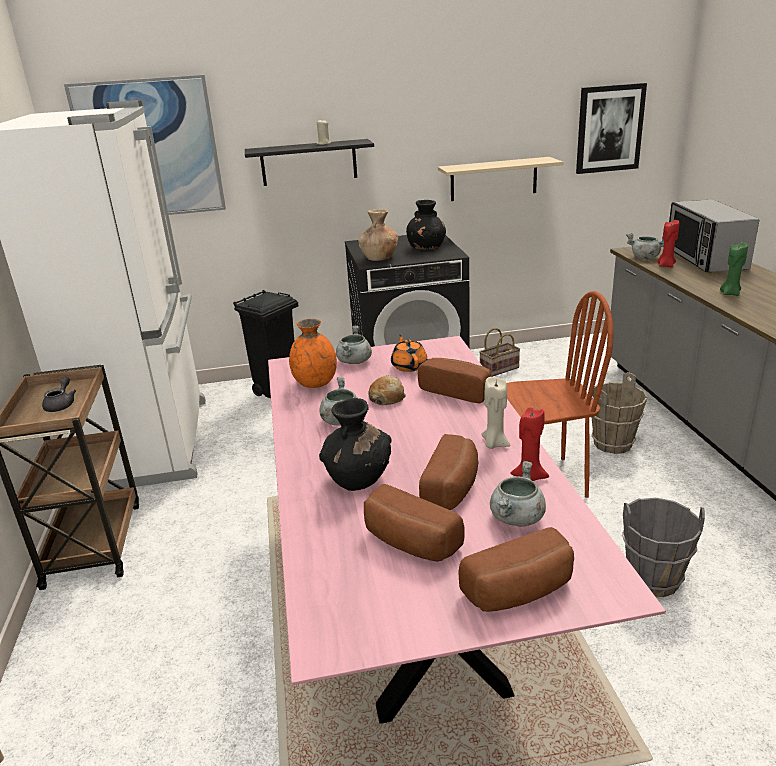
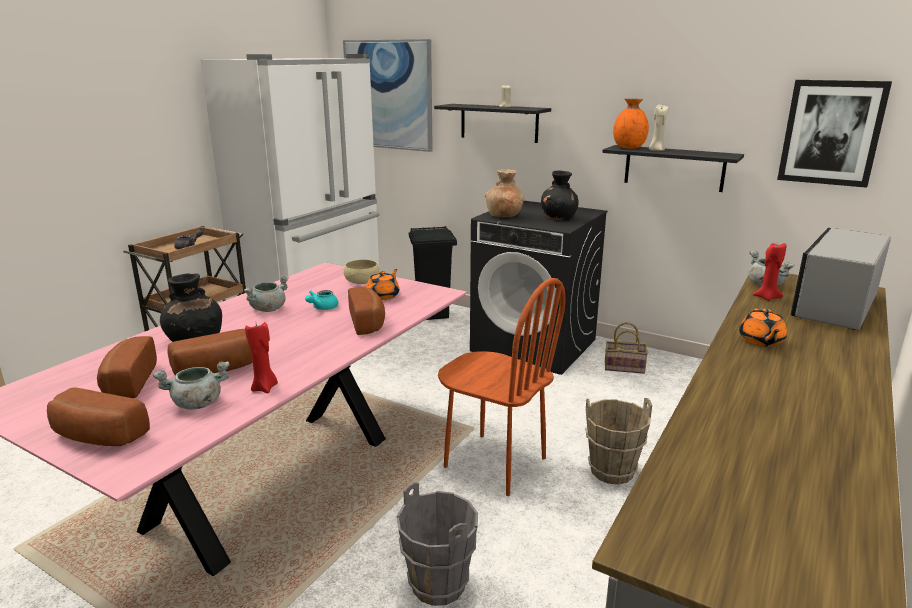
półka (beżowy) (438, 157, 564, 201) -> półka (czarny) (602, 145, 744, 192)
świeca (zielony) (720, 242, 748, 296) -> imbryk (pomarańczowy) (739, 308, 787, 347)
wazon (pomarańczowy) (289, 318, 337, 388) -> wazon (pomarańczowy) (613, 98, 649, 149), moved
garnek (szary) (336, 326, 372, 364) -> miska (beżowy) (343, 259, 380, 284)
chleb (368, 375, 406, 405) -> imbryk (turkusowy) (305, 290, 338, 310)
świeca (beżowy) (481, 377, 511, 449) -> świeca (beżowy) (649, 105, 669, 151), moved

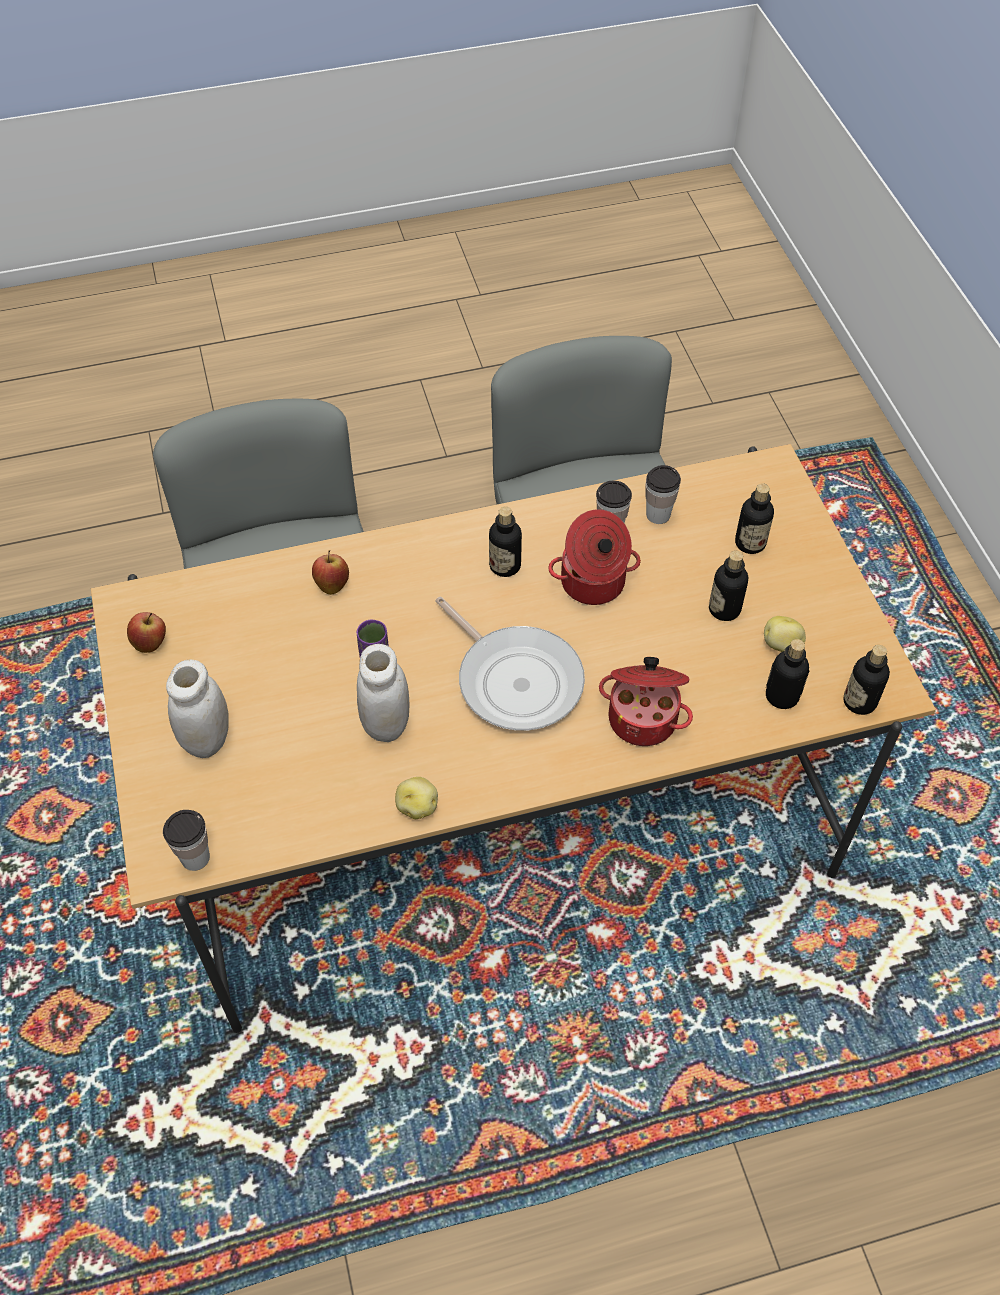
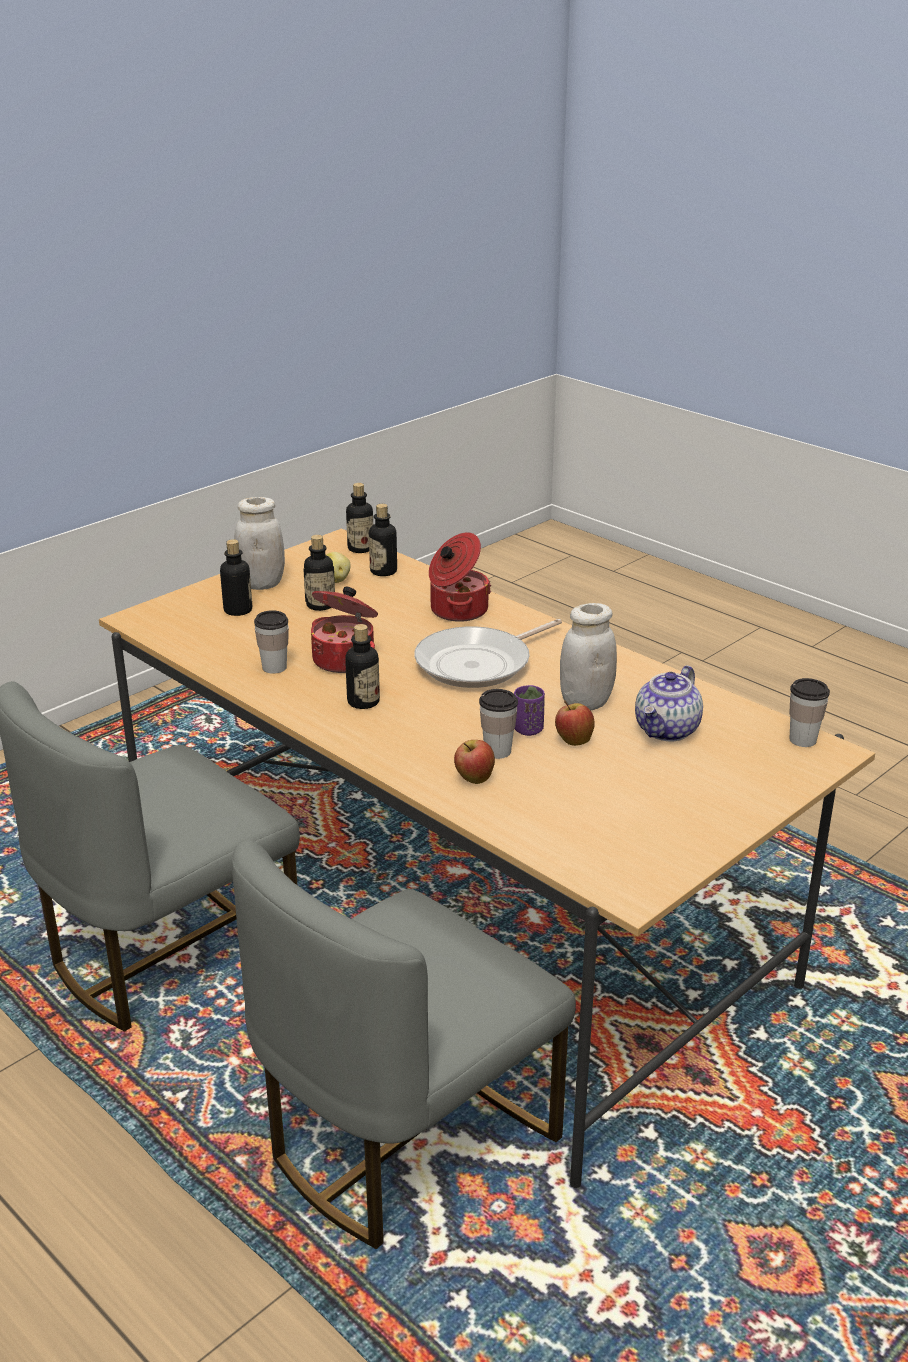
filiżanka (646, 465, 681, 524) -> filiżanka (479, 689, 518, 759), moved
patelnia (435, 597, 585, 731) -> patelnia (415, 619, 562, 688), 150 degrees counterclockwise
jabłko (127, 612, 166, 653) -> jabłko (555, 701, 595, 746), moved
słoik (biały) (166, 660, 229, 758) -> słoik (biały) (234, 497, 285, 590), moved
ziemniak (395, 777, 438, 819) -> none
none -> imbryk (635, 665, 703, 741)

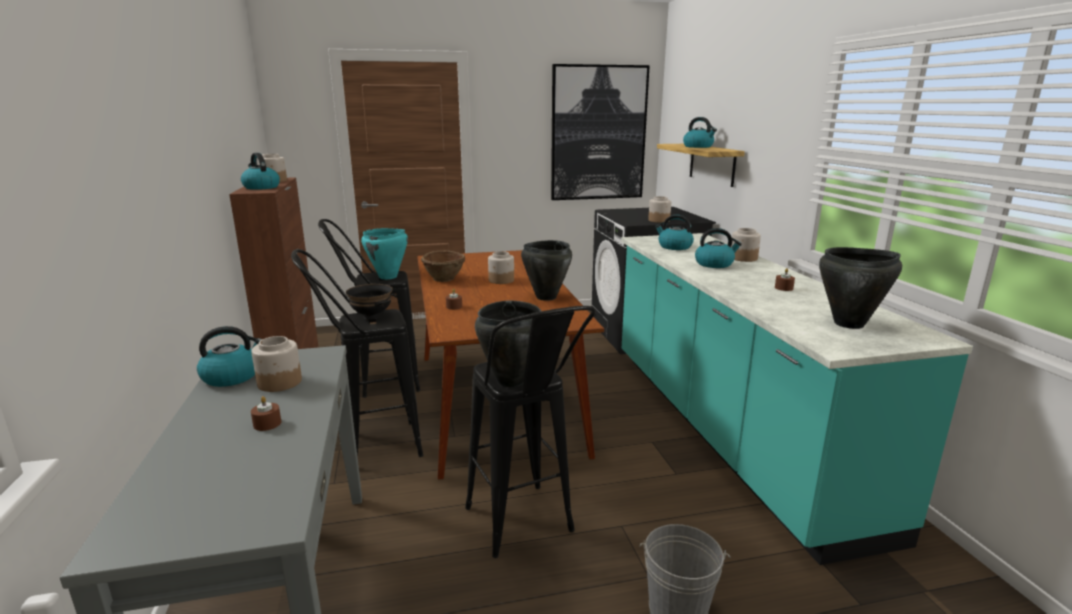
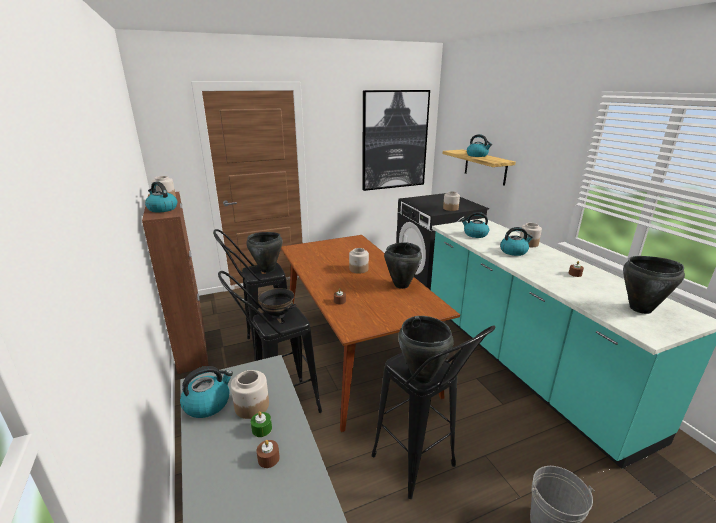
garnek (turkusowy) (361, 228, 408, 279) -> garnek (czarny) (246, 232, 283, 273)
miska (brązowy) (421, 251, 465, 282) -> none
none -> świeca (zielony) (251, 411, 272, 437)

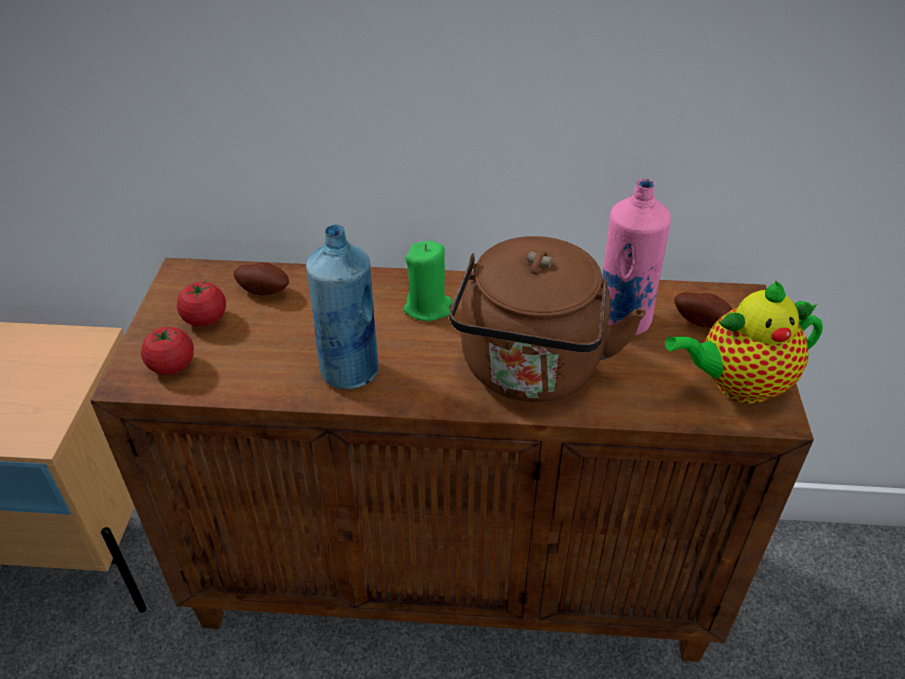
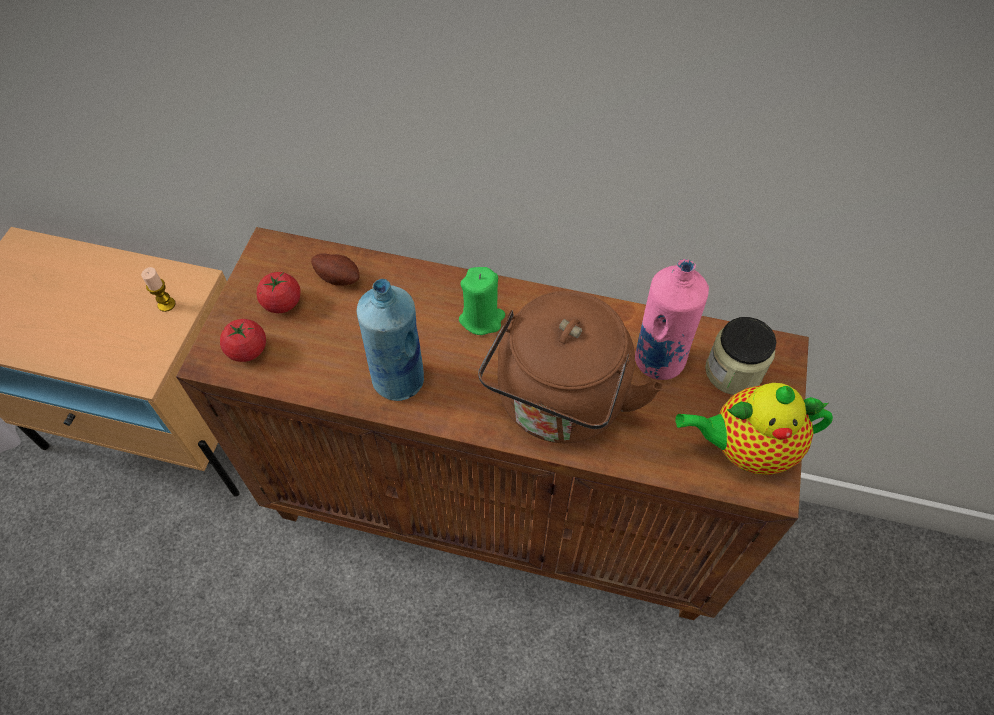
ziemniak (674, 292, 733, 328) -> słoik (705, 317, 776, 395)
none -> świeca (141, 267, 175, 312)

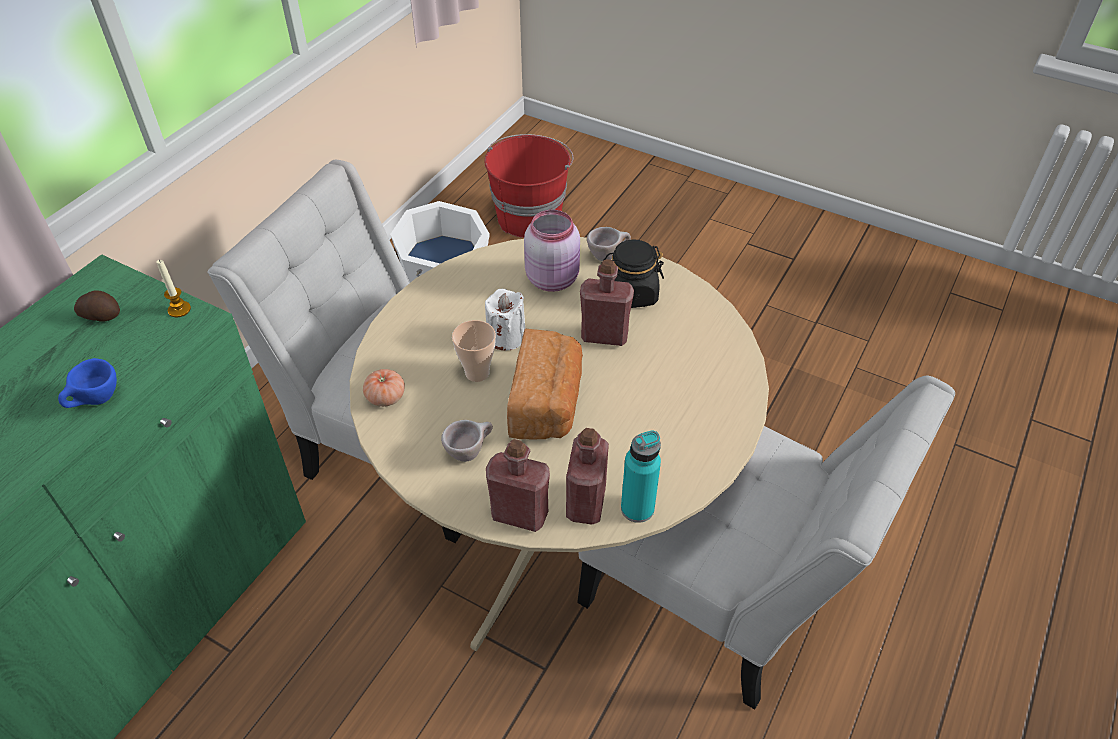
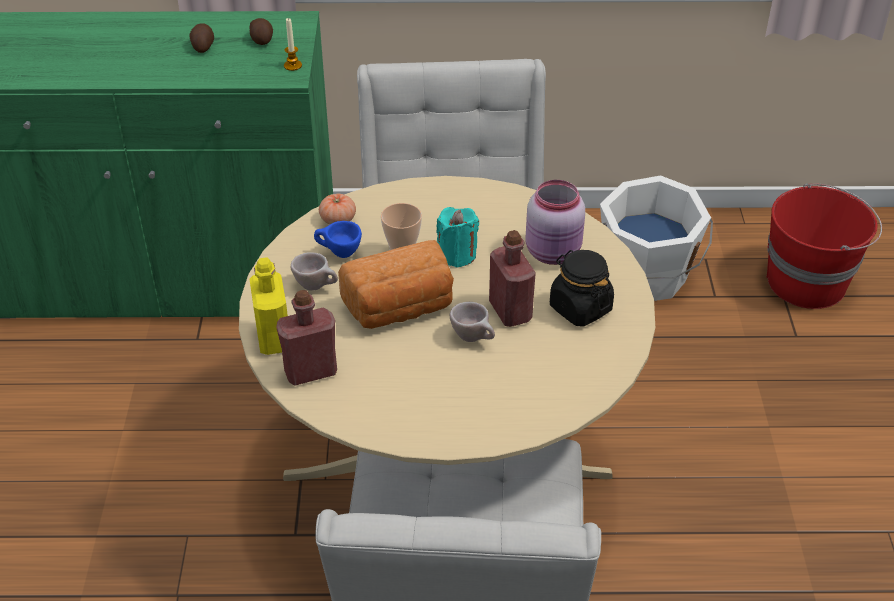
filiżanka (beżowy) (587, 227, 631, 261) -> filiżanka (beżowy) (449, 302, 495, 342), moved
świeca (biały) (485, 289, 525, 350) -> świeca (turkusowy) (436, 207, 479, 268)
filiżanka (niebieski) (58, 358, 117, 408) -> filiżanka (niebieski) (314, 221, 362, 258), moved
butelka (turkusowy) (621, 431, 661, 523) -> none
butelka (czerwony) (486, 439, 550, 532) -> butelka (żółty) (249, 257, 288, 355)
none -> ziemniak (189, 23, 214, 53)

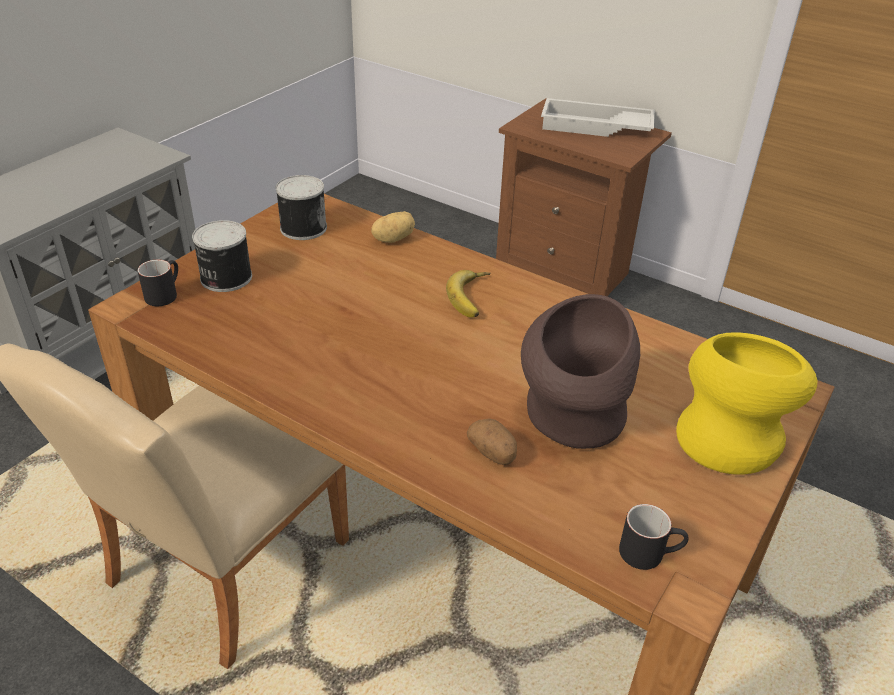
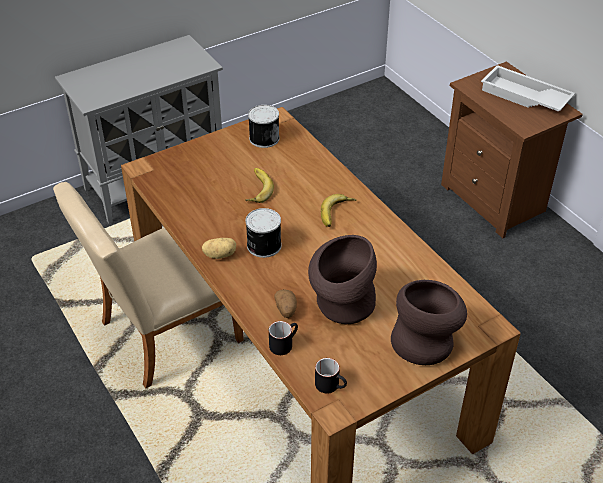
ziemniak (371, 211, 415, 243) -> ziemniak (202, 238, 236, 259), moved
puszka (192, 220, 252, 292) -> puszka (246, 208, 282, 258), moved
kubek (czarny) (137, 260, 178, 306) -> kubek (czarny) (269, 321, 298, 355), moved
wazon (żółty) (676, 332, 817, 475) -> wazon (brązowy) (391, 280, 467, 365)
none -> banan (245, 168, 274, 203)

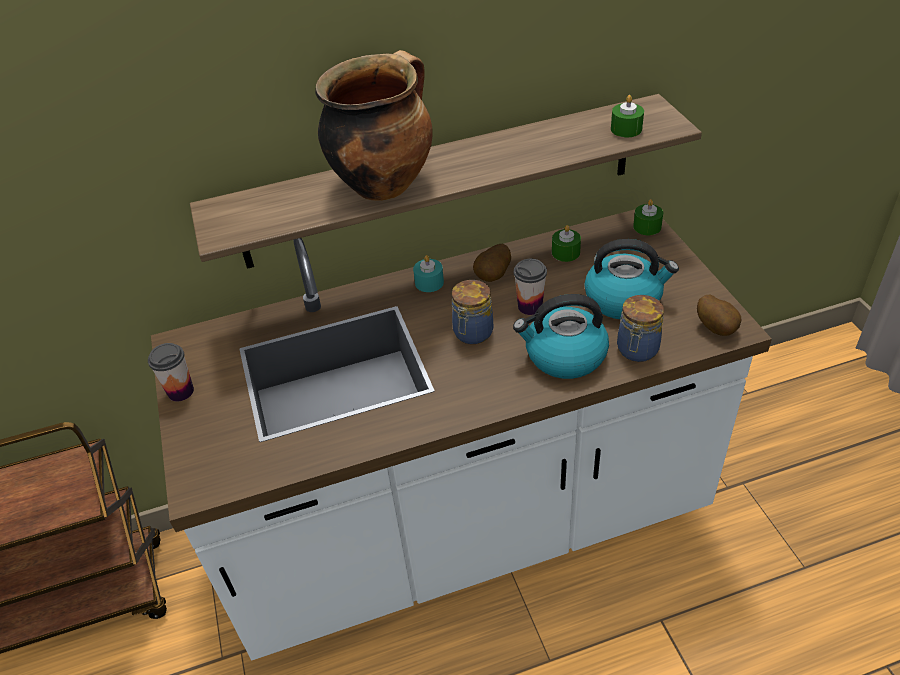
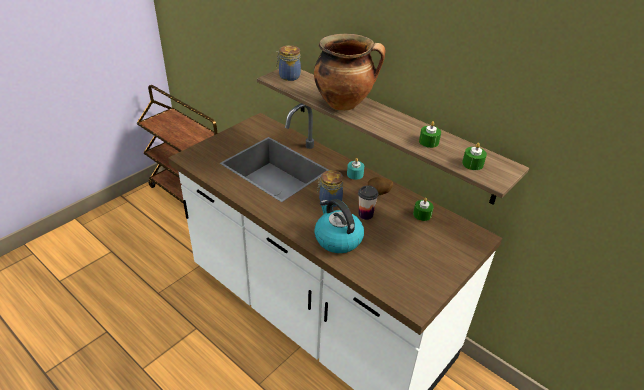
świeca (zielony) (633, 199, 663, 235) -> świeca (zielony) (419, 121, 441, 148), moved
czajnik (585, 239, 679, 319) -> none
słoik (617, 295, 664, 362) -> słoik (276, 45, 301, 81), moved
ziemniak (697, 295, 742, 336) -> none
filiżanka (148, 343, 194, 401) -> none

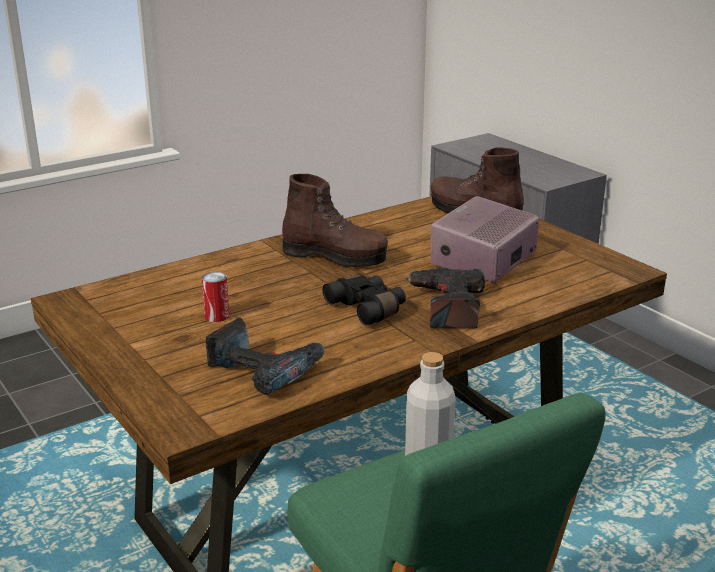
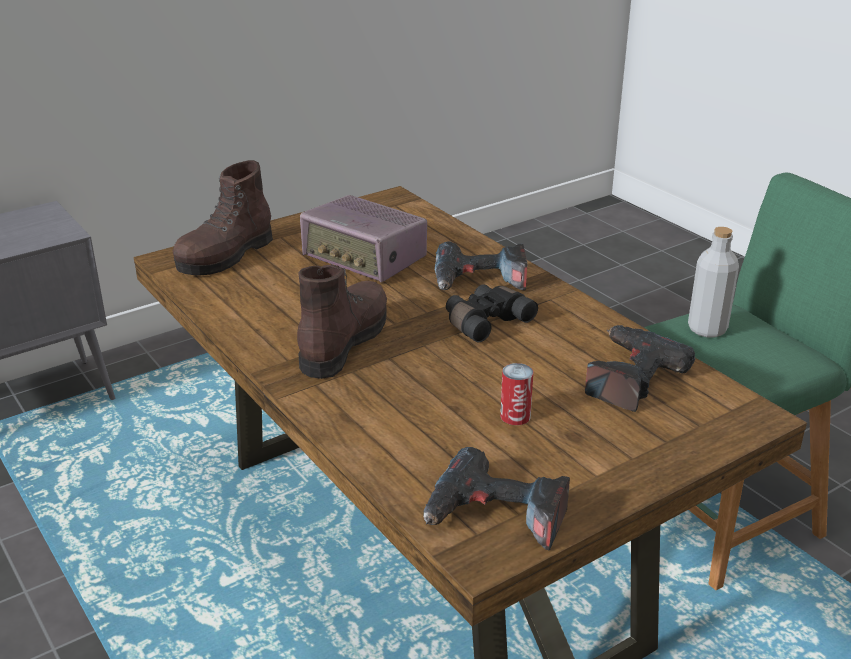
none -> wiertarka (424, 447, 570, 550)

